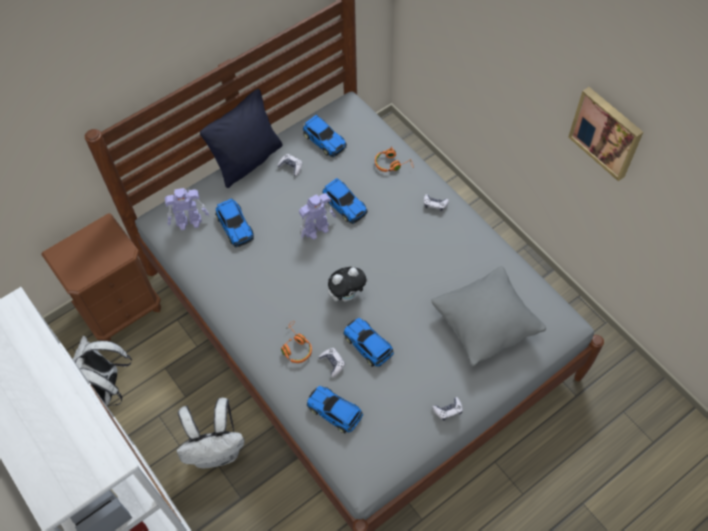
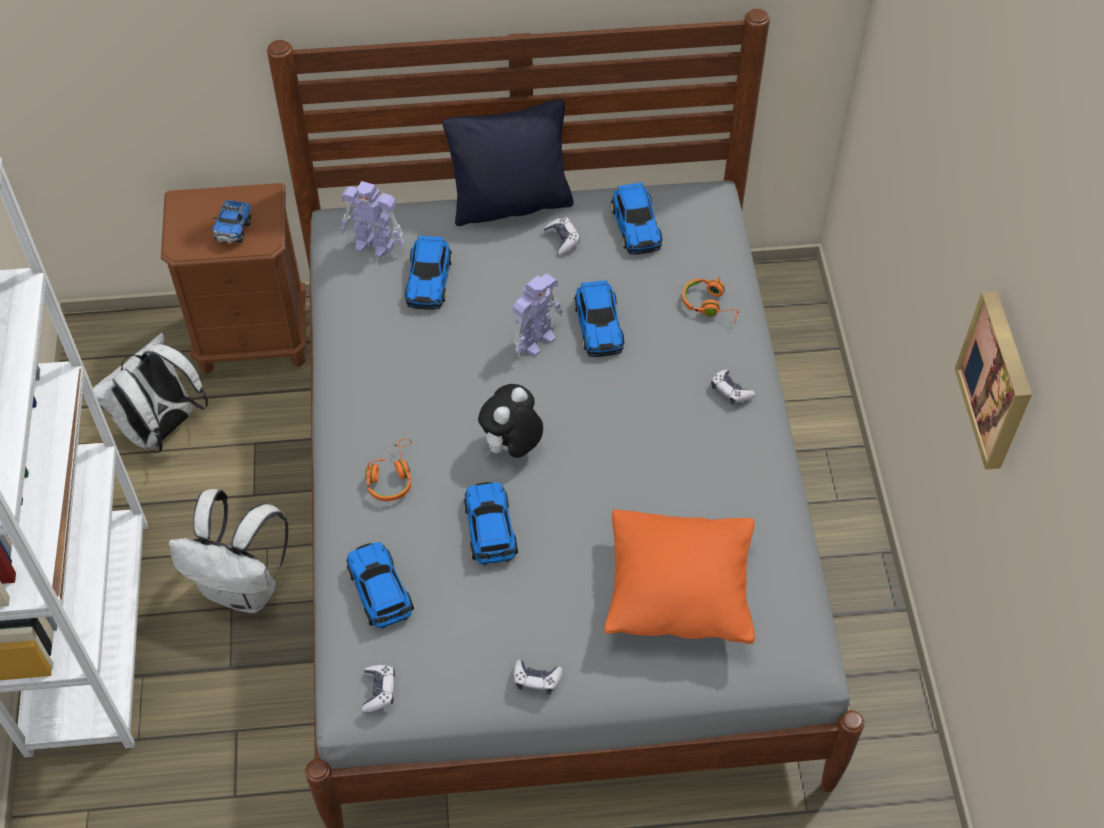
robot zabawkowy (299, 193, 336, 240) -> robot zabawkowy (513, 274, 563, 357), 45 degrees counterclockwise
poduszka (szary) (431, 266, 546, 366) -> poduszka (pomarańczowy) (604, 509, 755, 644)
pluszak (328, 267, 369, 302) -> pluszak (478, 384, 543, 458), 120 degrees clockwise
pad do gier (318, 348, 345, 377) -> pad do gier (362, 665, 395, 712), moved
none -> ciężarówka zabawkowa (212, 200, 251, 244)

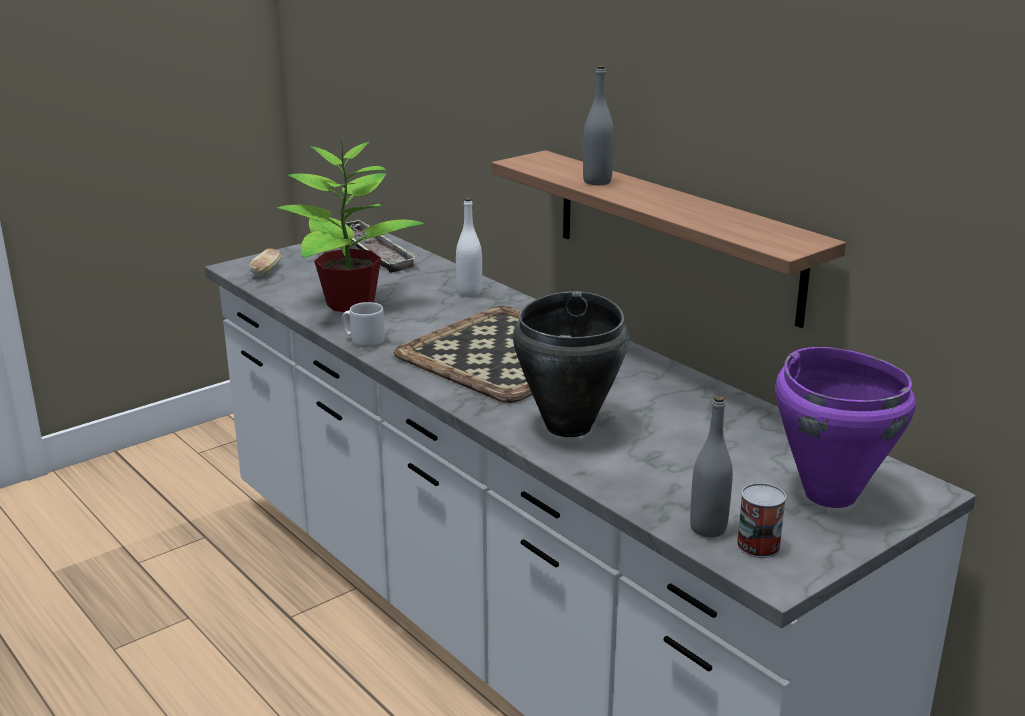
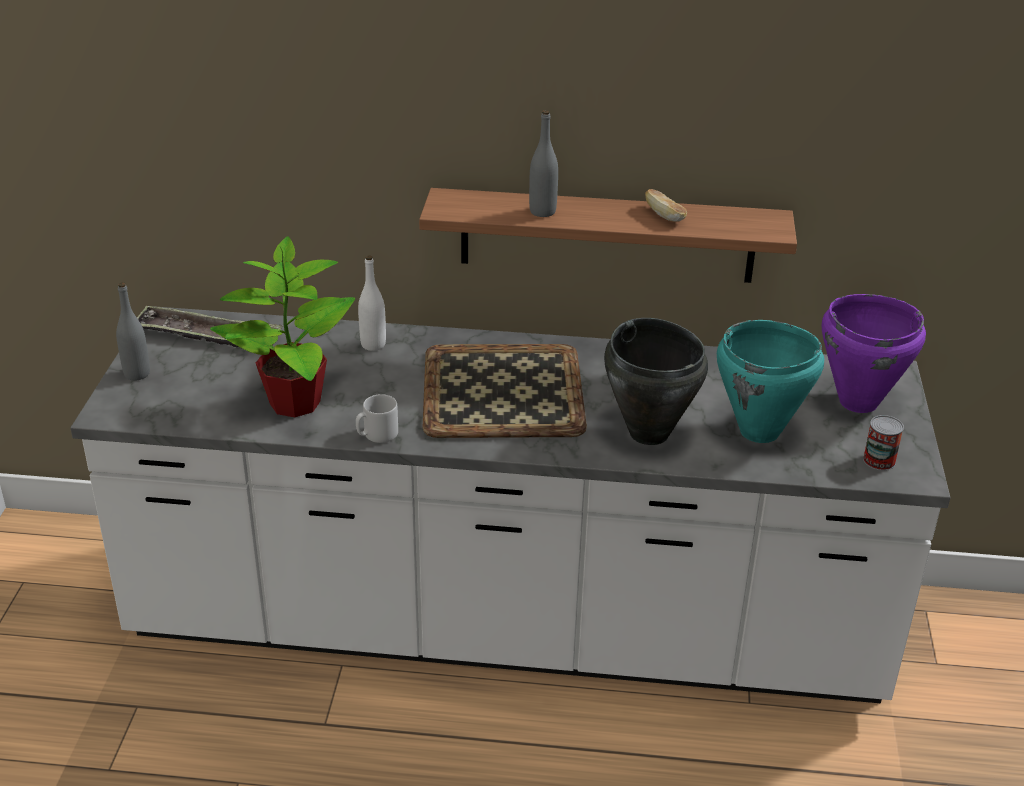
chleb (249, 249, 281, 276) -> chleb (645, 189, 687, 222), moved
butelka (szary) (690, 395, 733, 537) -> butelka (szary) (116, 282, 150, 380), moved
none -> garnek (turkusowy) (717, 320, 824, 443)

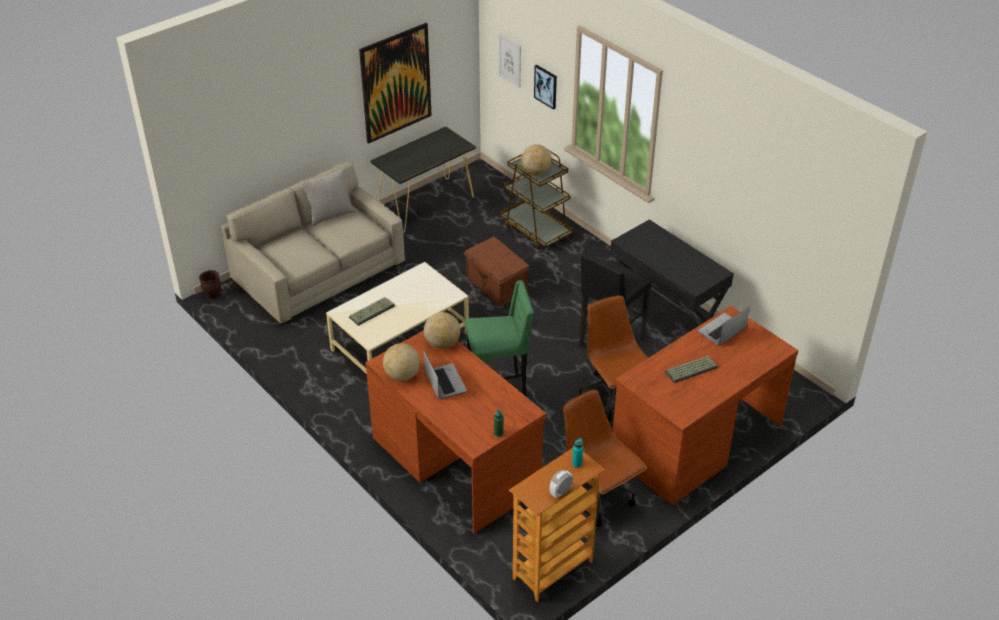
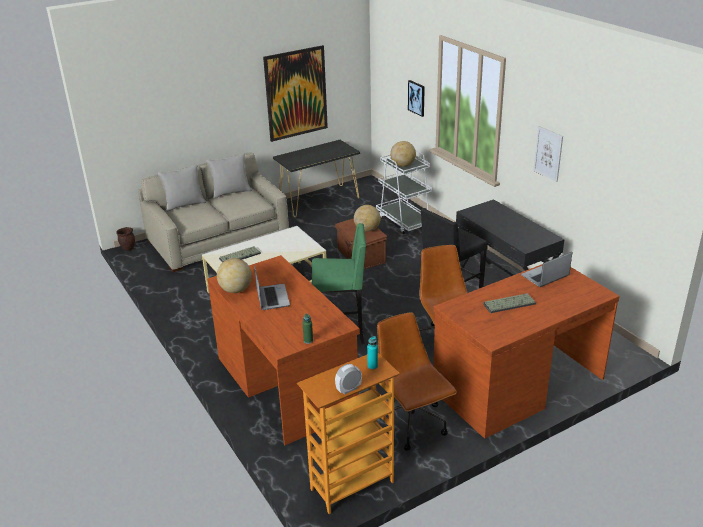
obraz (498, 34, 521, 88) -> obraz (533, 126, 563, 182), moved
wózek (brązowy) (500, 150, 573, 250) -> wózek (biały) (376, 150, 432, 234)
globus (424, 312, 460, 349) -> globus (354, 205, 381, 232), moved
none -> poduszka (szary) (158, 165, 206, 212)

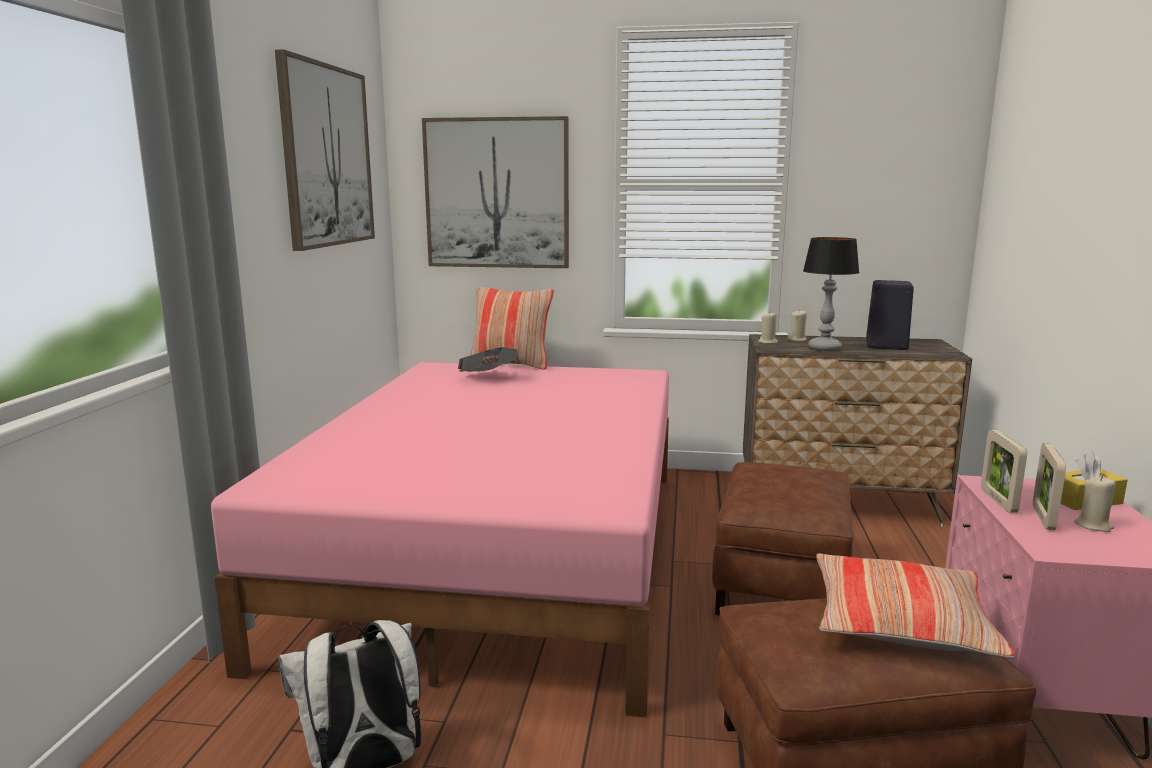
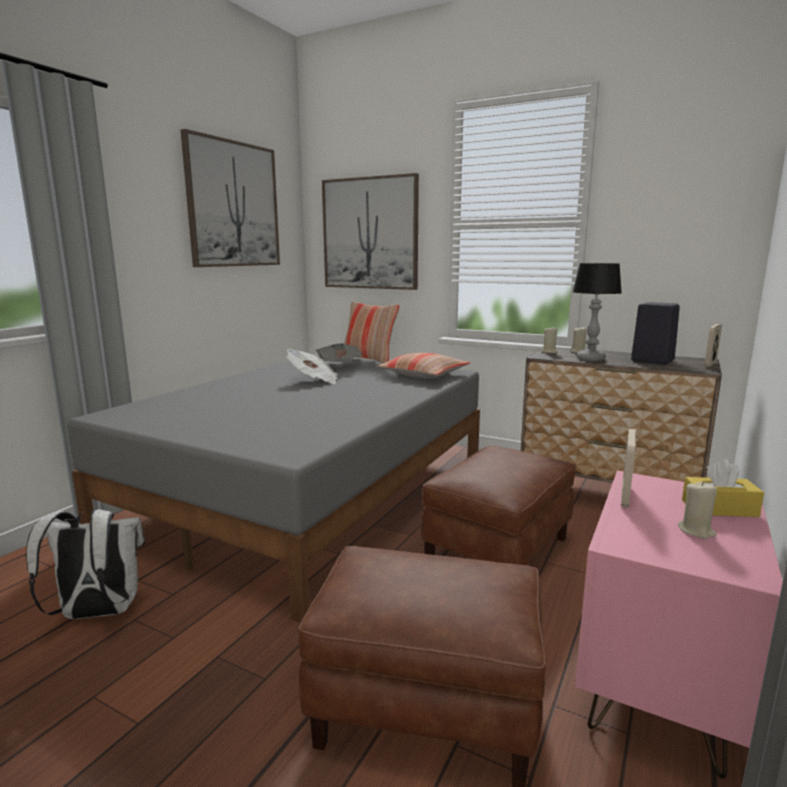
łóżko (różowy) (211, 362, 669, 718) -> łóżko (szary) (67, 354, 480, 623)
ramka na zdjęcie (1033, 443, 1066, 531) -> ramka na zdjęcie (705, 324, 722, 367), moved
poduszka (816, 553, 1015, 658) -> poduszka (377, 353, 470, 379), moved
none -> gazeta (286, 349, 338, 384)

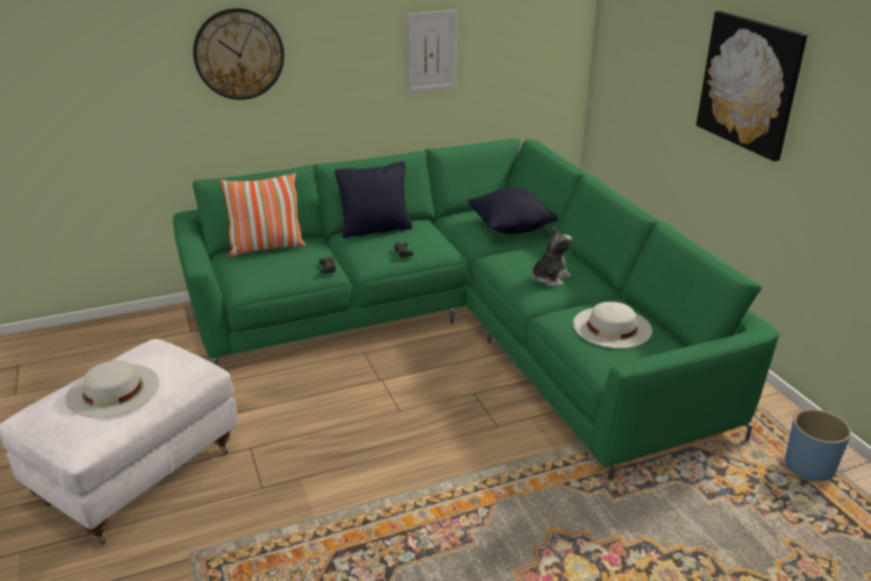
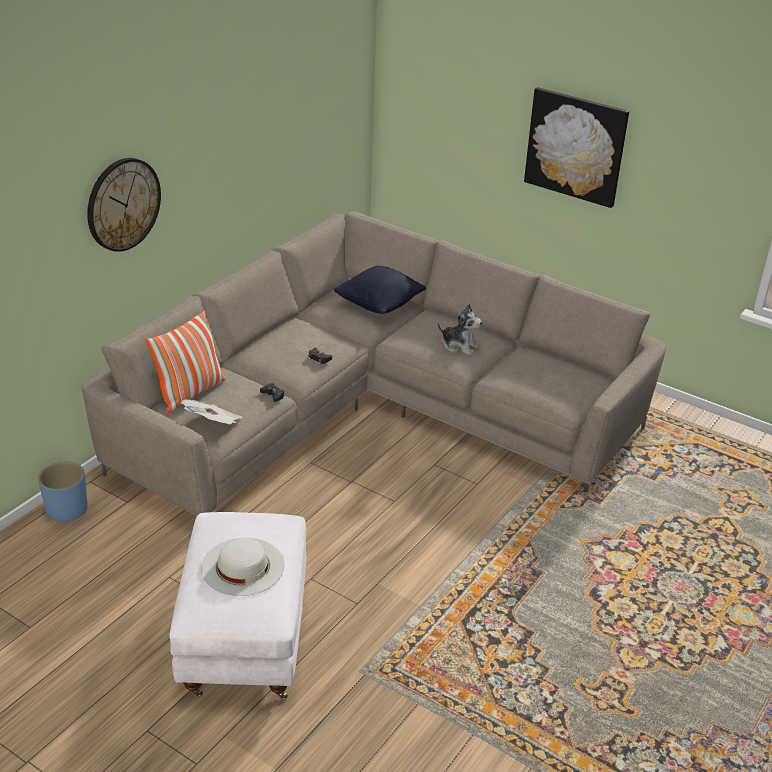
obraz (406, 10, 457, 94) -> none
kanapa (zielony) (173, 138, 779, 480) -> kanapa (beżowy) (82, 212, 666, 516)
poduszka (czarny) (335, 161, 412, 238) -> none
pluszak (532, 226, 572, 287) -> pluszak (437, 304, 482, 355), 105 degrees clockwise
kapelusz (biały) (573, 302, 652, 348) -> none
donica (niebieski) (785, 409, 851, 482) -> donica (niebieski) (38, 461, 88, 523), moved
none -> gazeta (181, 399, 243, 425)

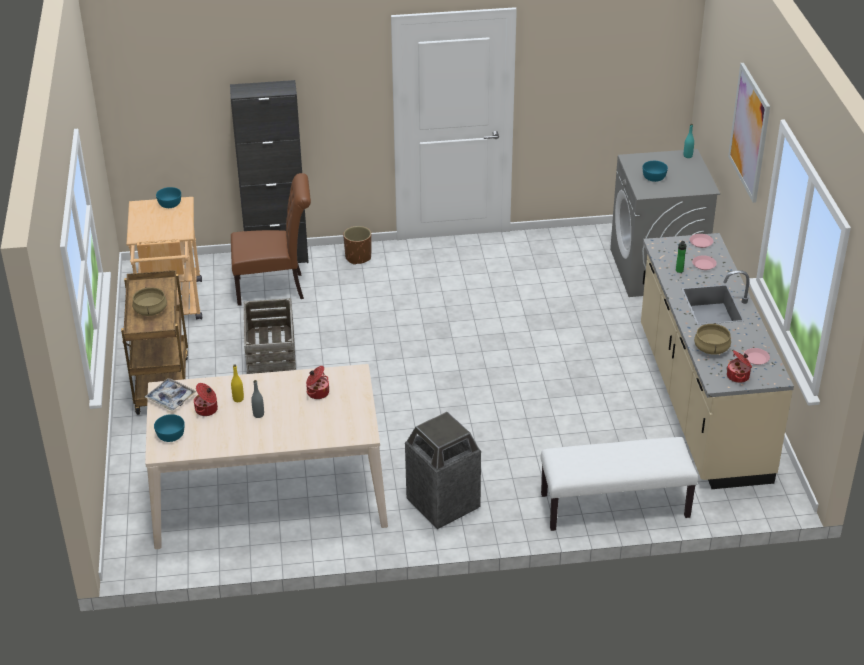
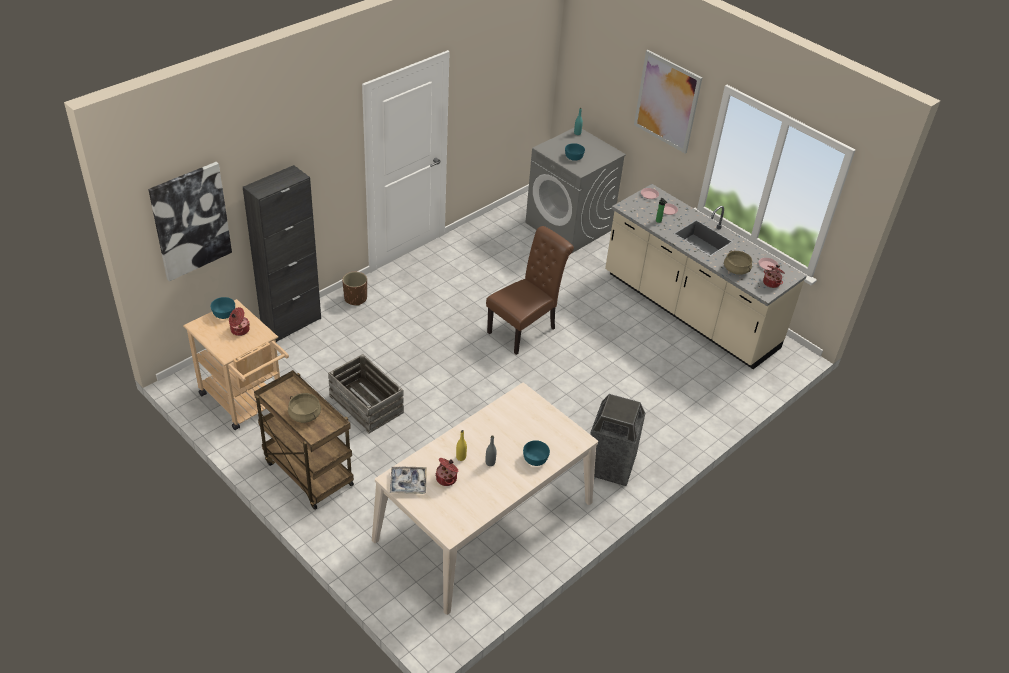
krzesło (brązowy) (231, 173, 311, 306) -> krzesło (brązowy) (486, 226, 574, 355), moved
garnek (306, 366, 329, 399) -> garnek (229, 307, 250, 336), moved
miska (turkusowy) (154, 414, 185, 442) -> miska (turkusowy) (523, 440, 550, 466), moved
ławka (biały) (541, 437, 698, 531) -> none
none -> obraz (148, 162, 232, 281)

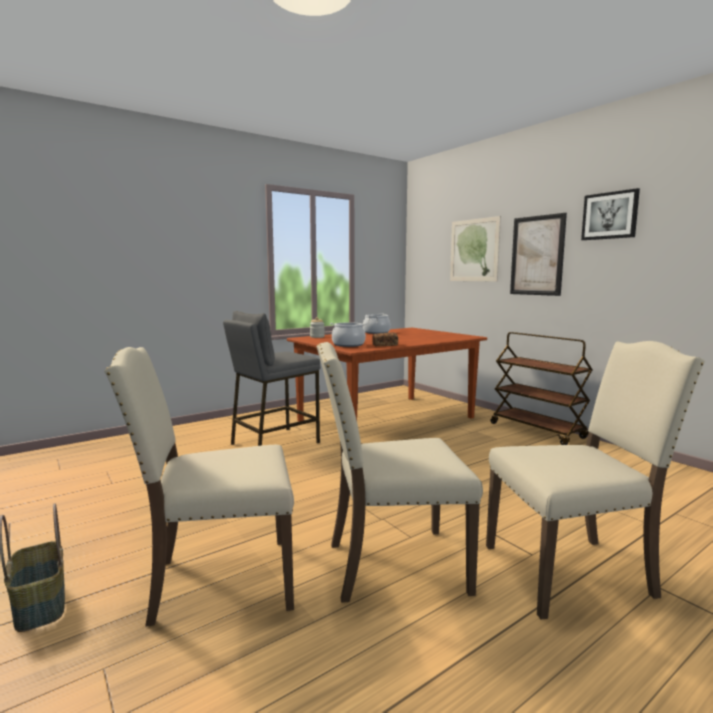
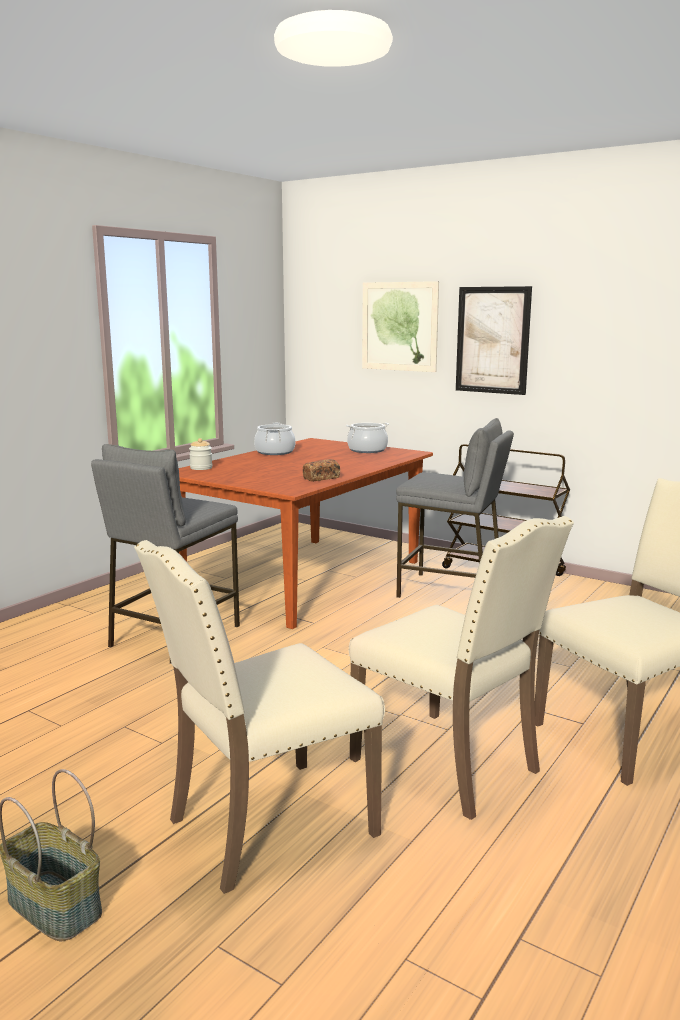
obraz (581, 188, 640, 240) -> none
garnek (330, 323, 367, 347) -> garnek (346, 423, 389, 453), moved
krzesło (beżowy) (317, 342, 483, 603) -> krzesło (beżowy) (349, 516, 574, 820), 105 degrees counterclockwise
none -> stołek (szary) (396, 418, 514, 598)

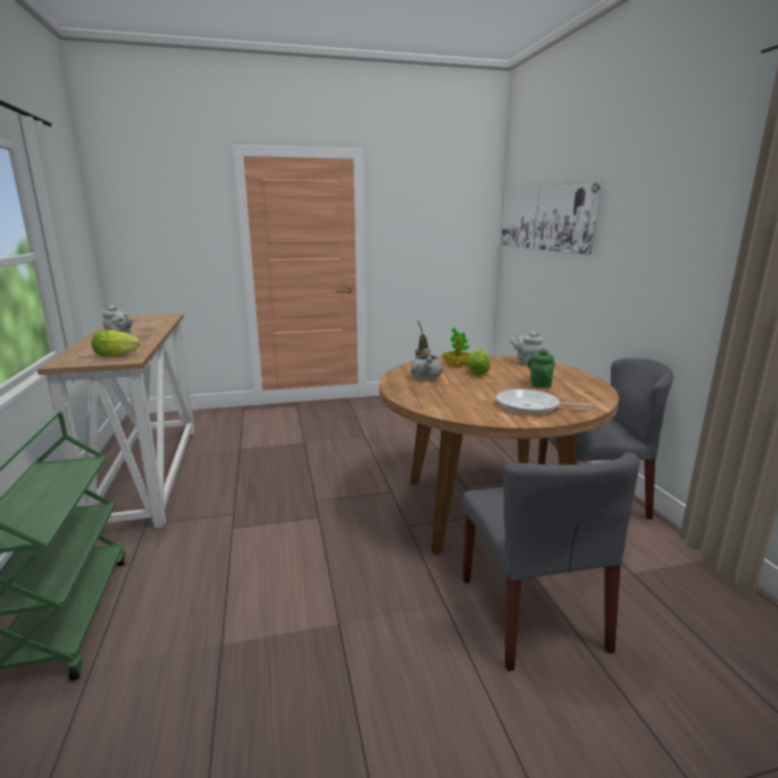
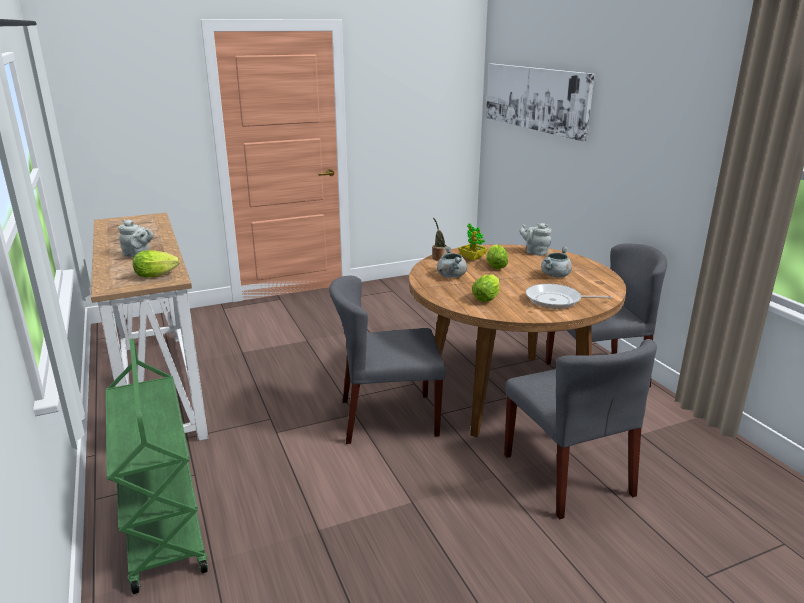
imbryk (zielony) (528, 348, 555, 388) -> garnek (szary) (541, 246, 572, 278)
none -> sałata (472, 274, 500, 302)
none -> krzesło (szary) (329, 275, 446, 444)

